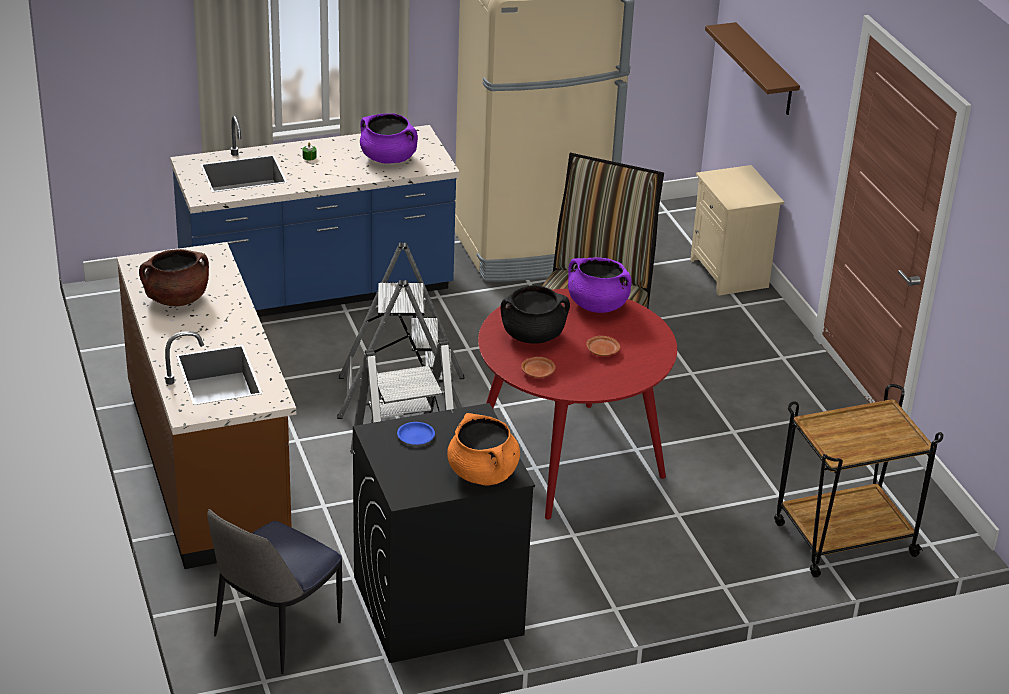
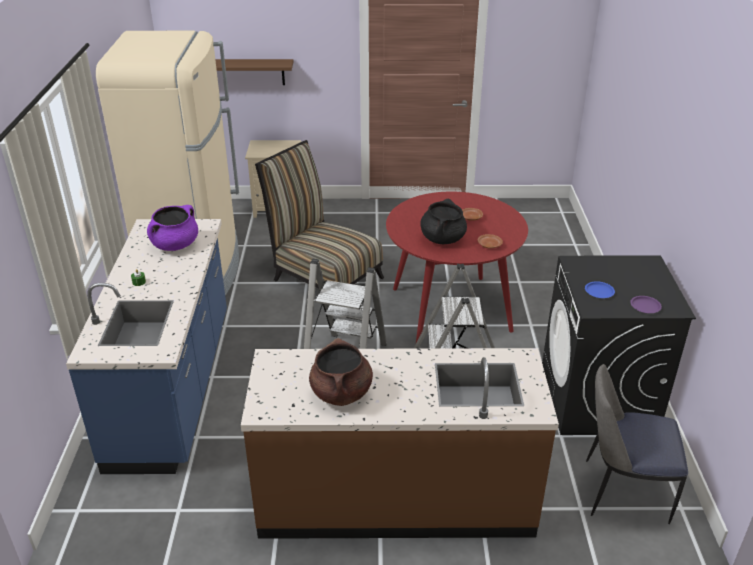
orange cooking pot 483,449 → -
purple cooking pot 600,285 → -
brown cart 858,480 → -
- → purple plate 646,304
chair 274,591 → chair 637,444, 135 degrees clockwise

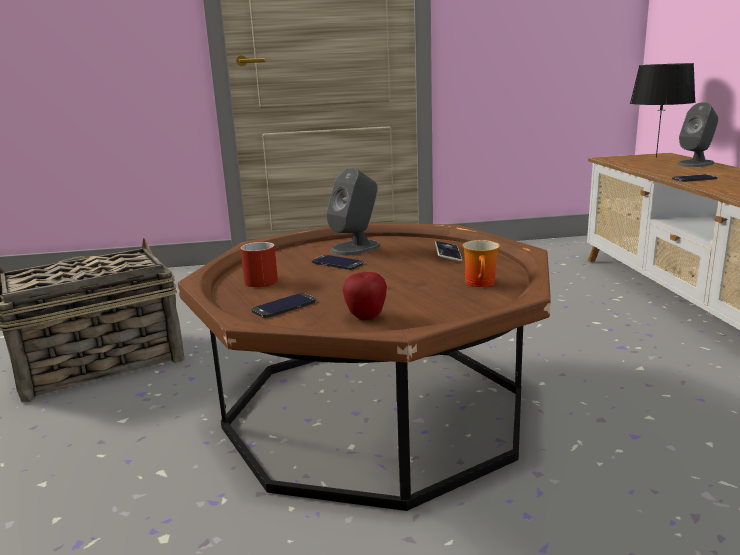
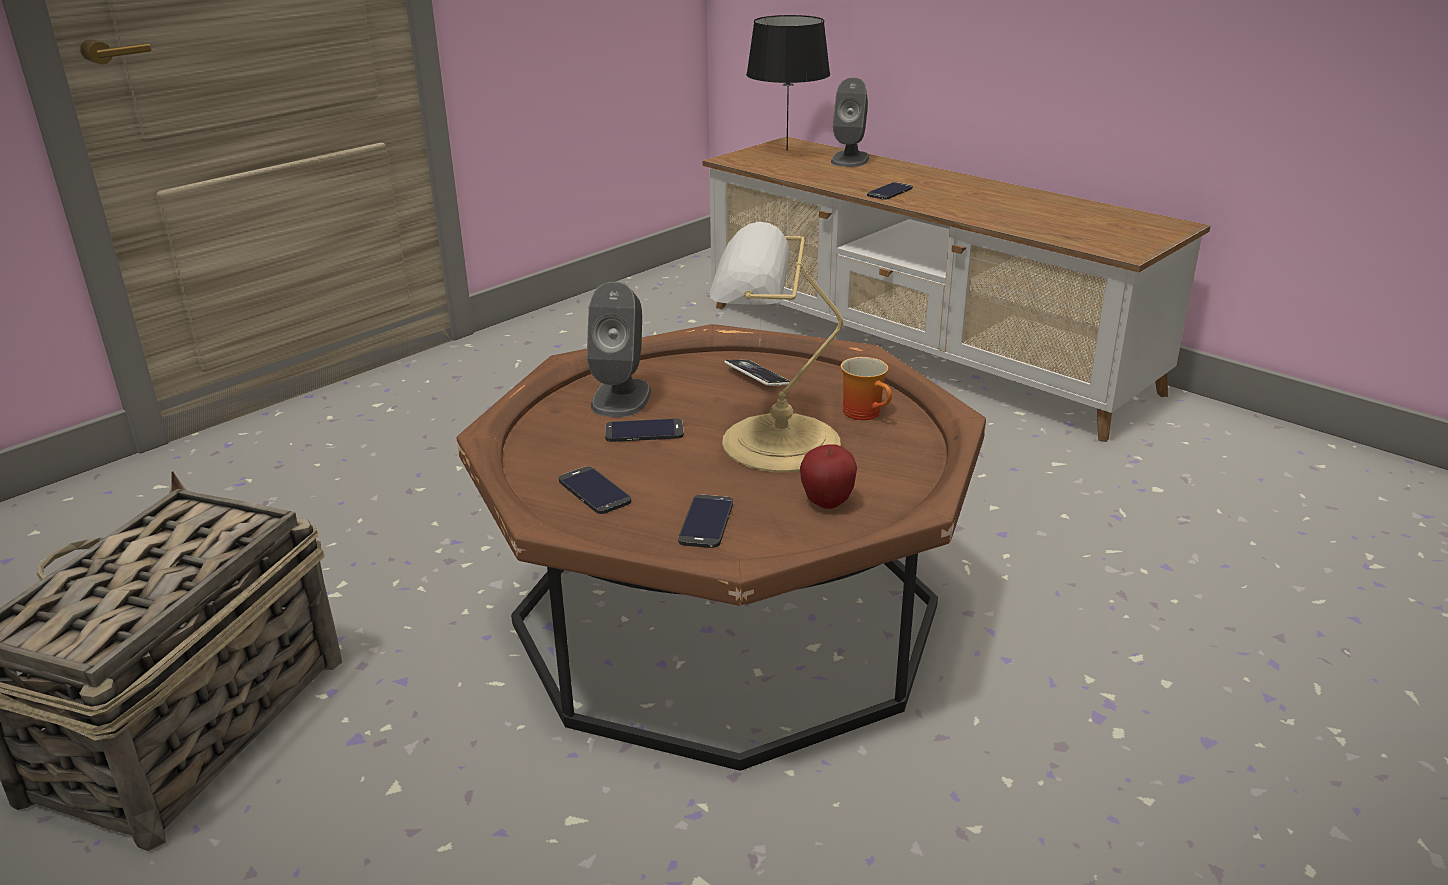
- → table lamp 776,347
red mug 259,264 → phone 595,490

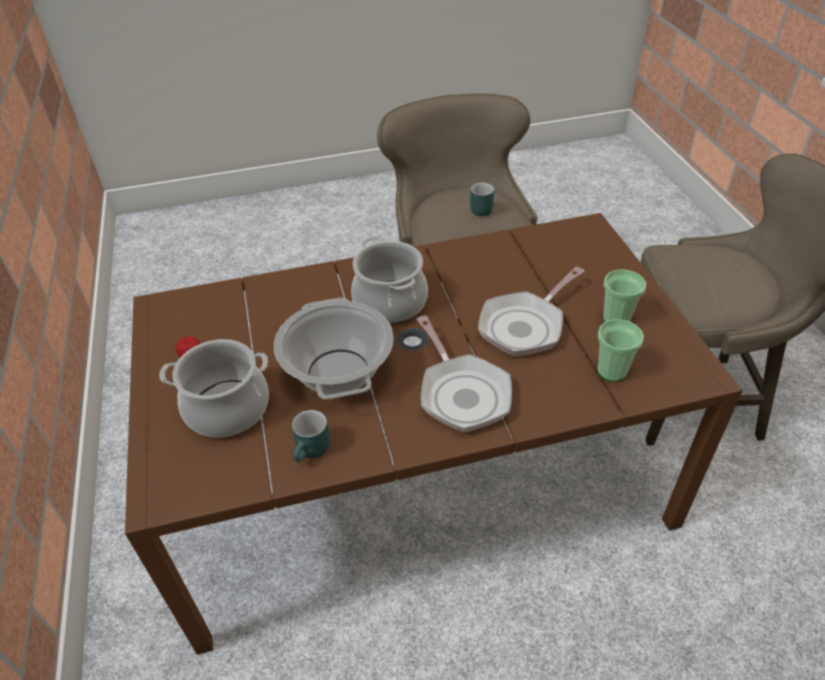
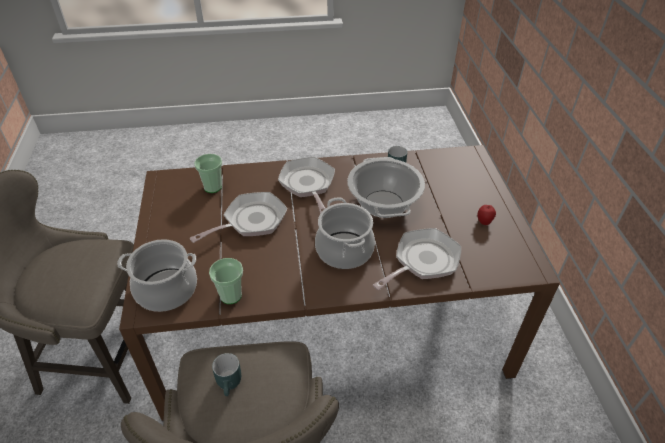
- → frying pan 417,259
cooking pot 214,388 → cooking pot 157,275, moved
cup 624,295 → cup 226,281, moved

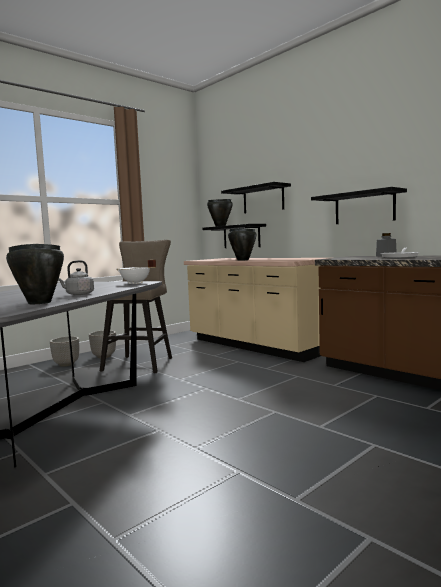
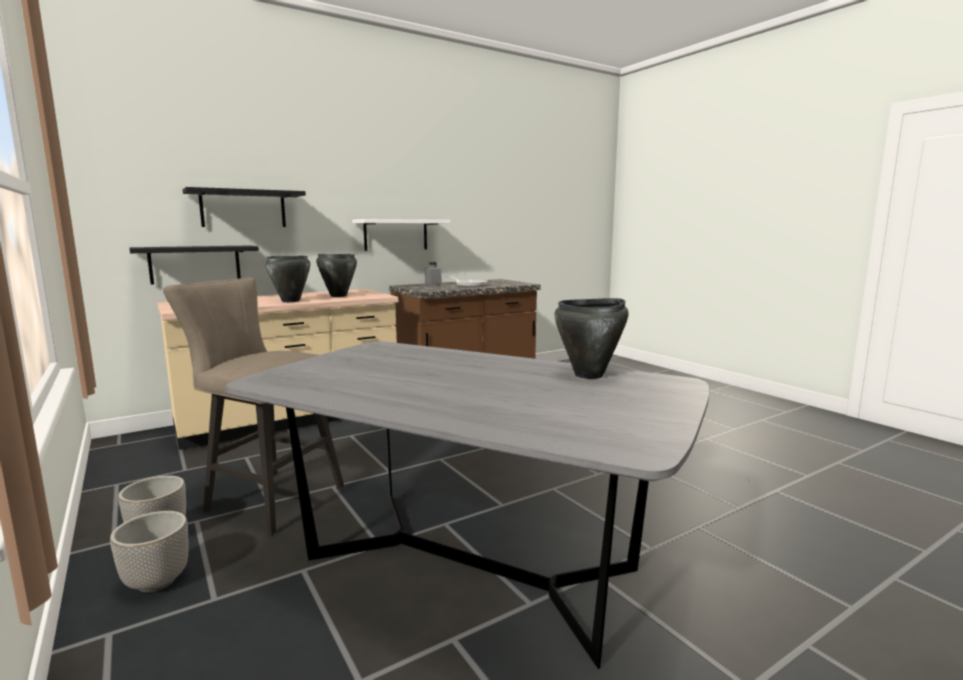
grey kettle 76,277 → -
white cooking pot 136,272 → -
black cooking pot 220,212 → black cooking pot 336,275, moved
black shelf 359,205 → white shelf 401,235

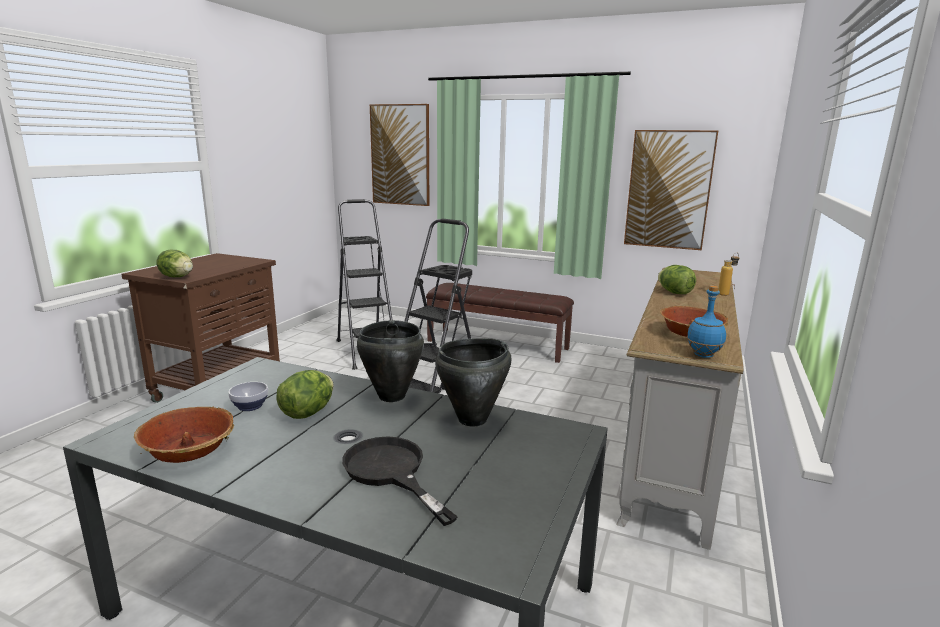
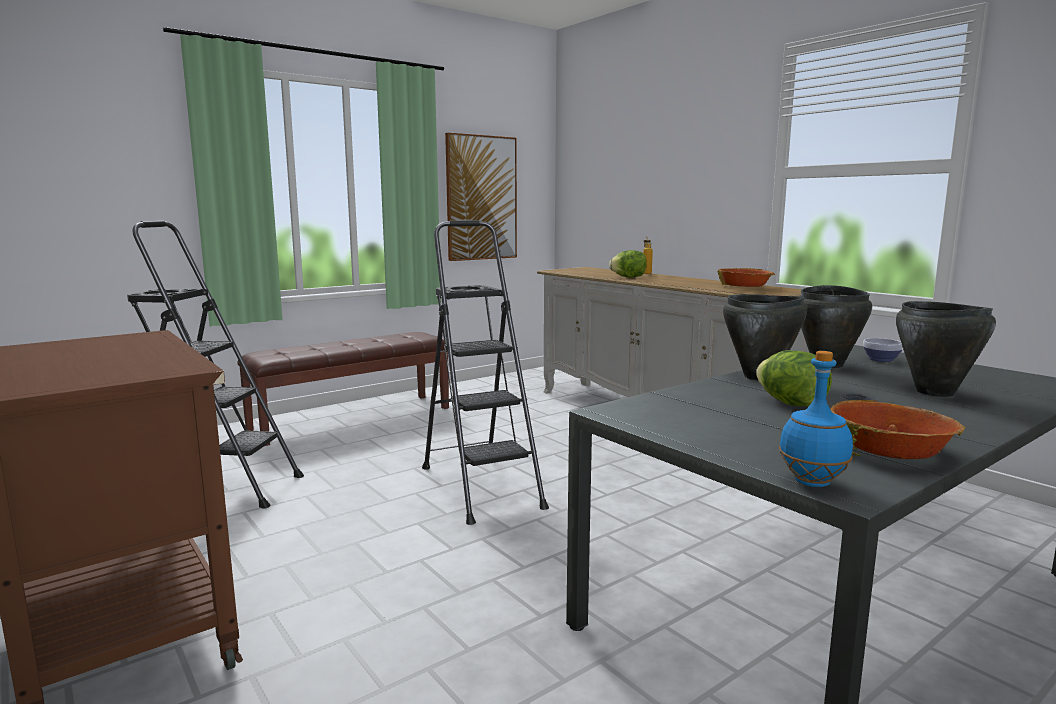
lettuce 174,263 → -
picture 399,155 → -
bowl 248,396 → bowl 883,350, moved
blue bottle 706,322 → blue bottle 816,419, moved
black frying pan 400,481 → black cooking pot 946,349

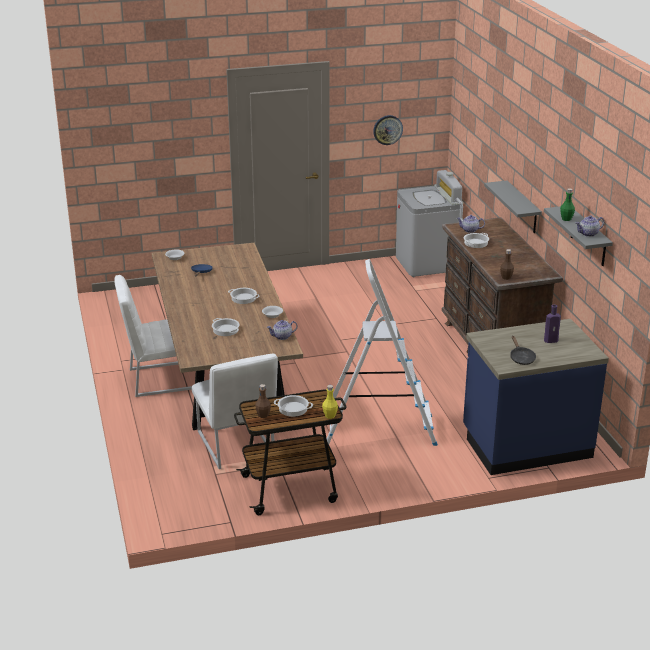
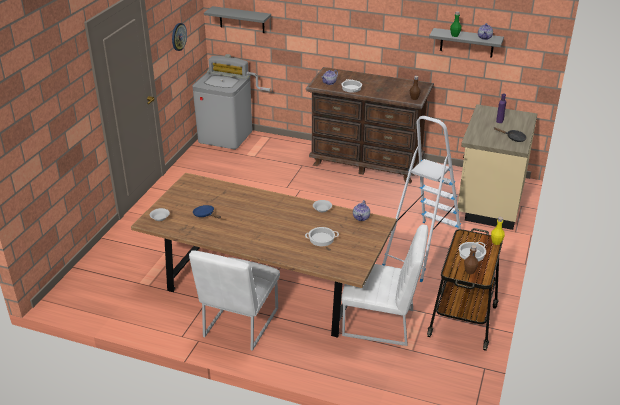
cooking pot 244,296 → -
grey shelf 513,206 → grey shelf 237,19, moved
blue counter 536,397 → beige counter 497,167

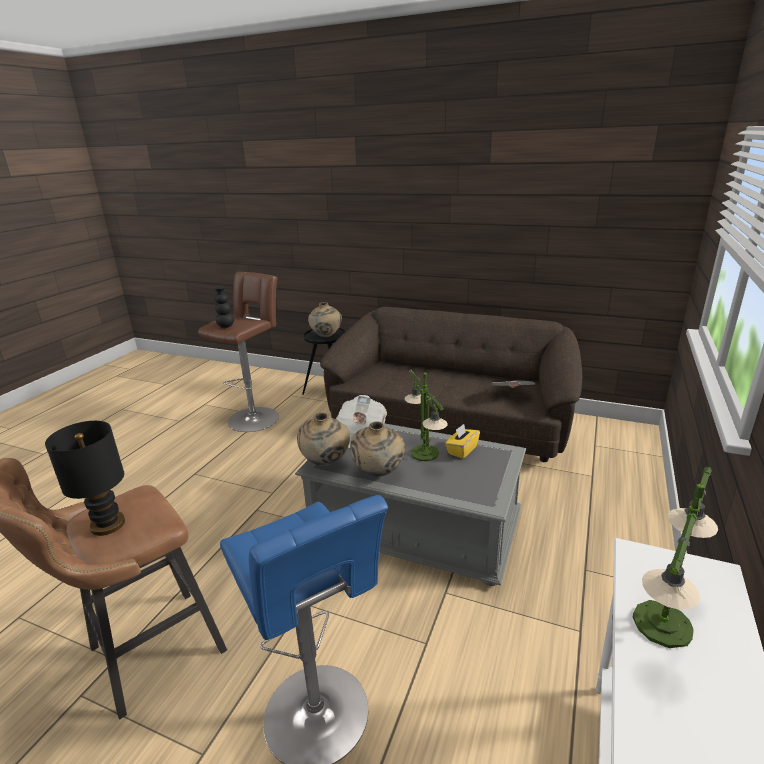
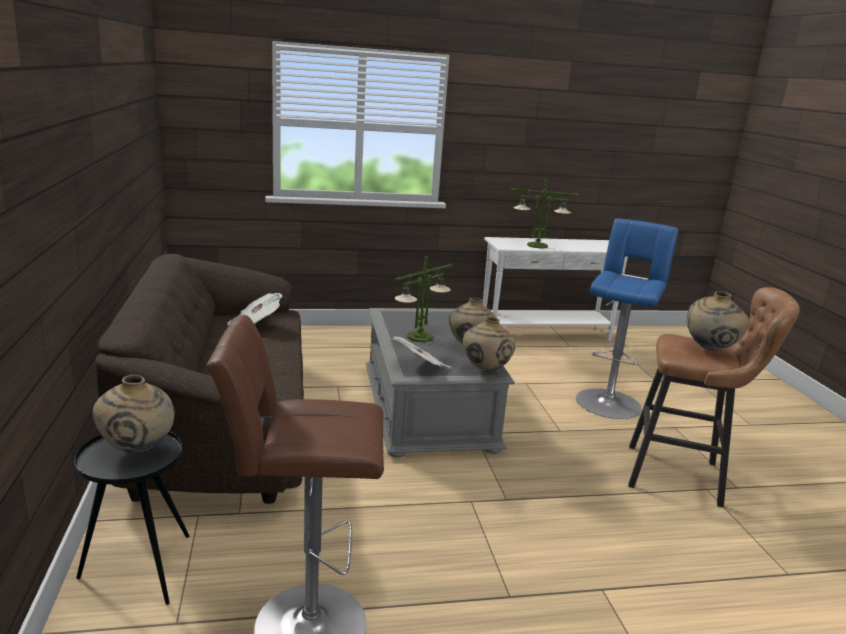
black vase 224,307 → -
yellow tissue box 462,441 → -
black table lamp 85,478 → beige vase 718,321

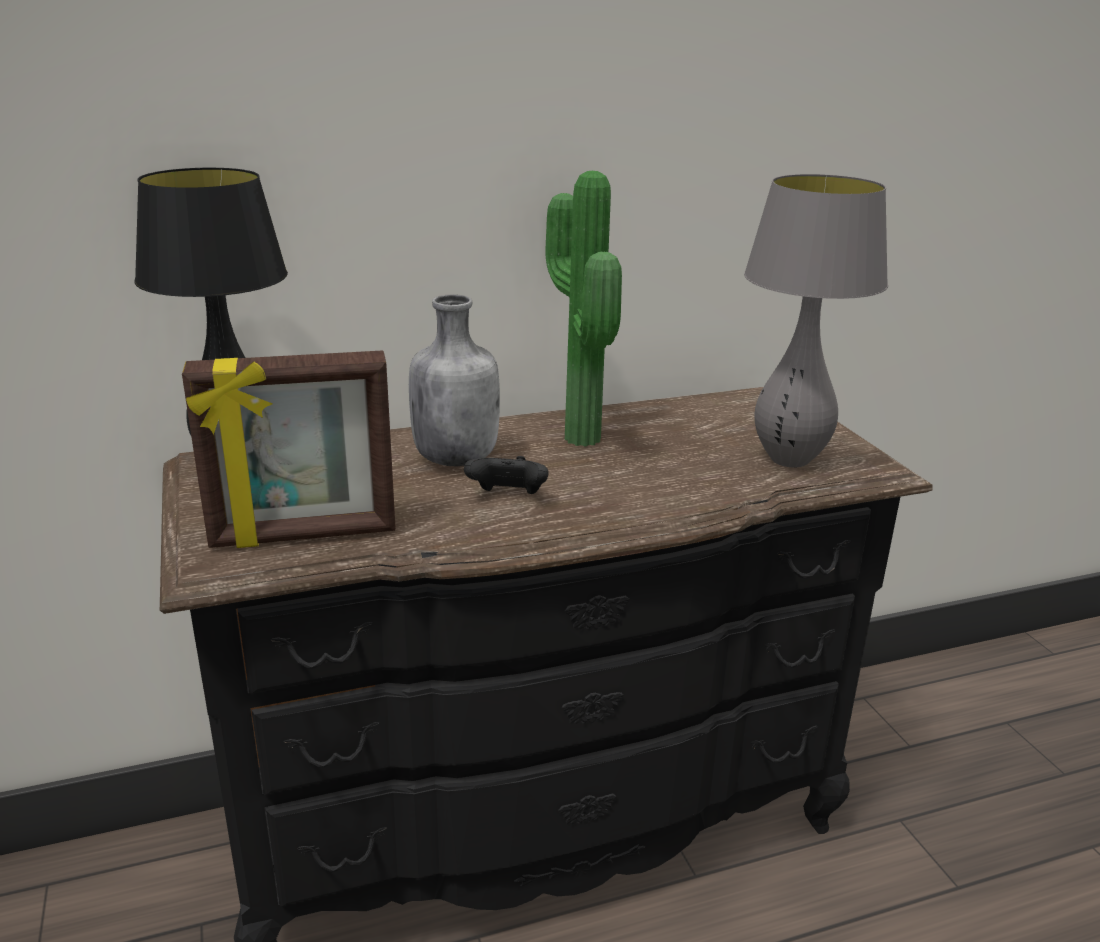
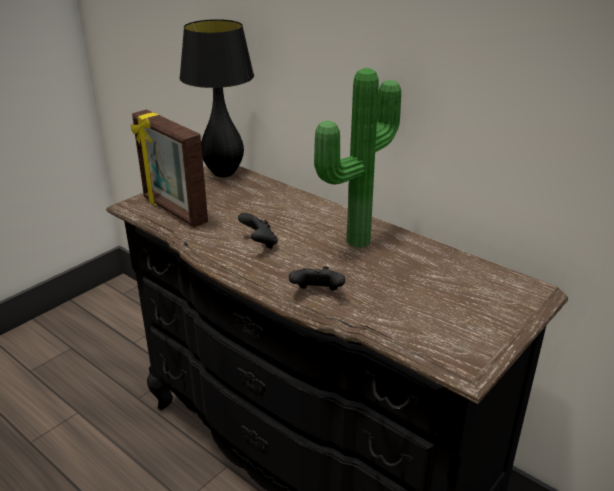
grey bottle 454,380 → -
grey table lamp 816,320 → -
- → black game controller 317,278

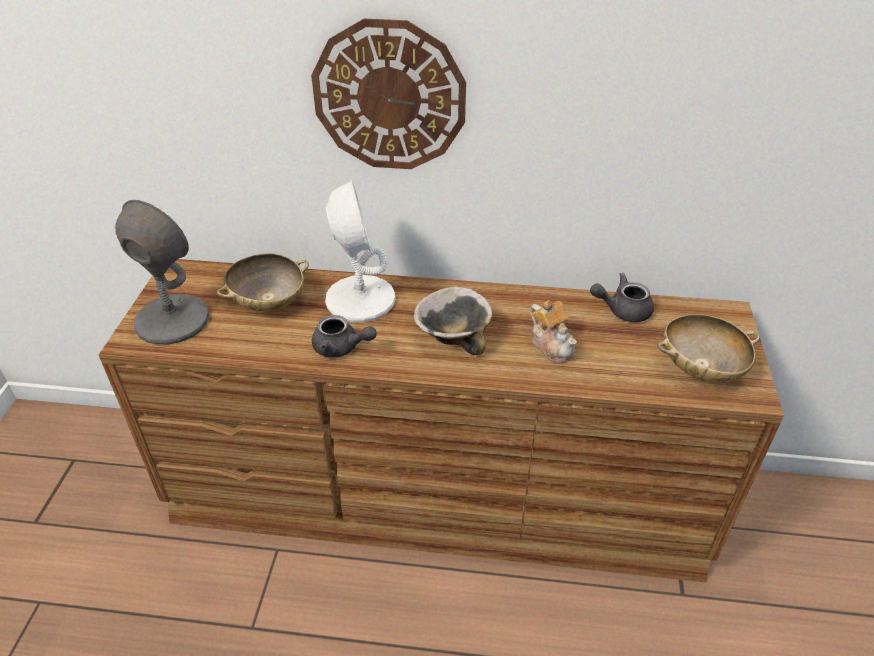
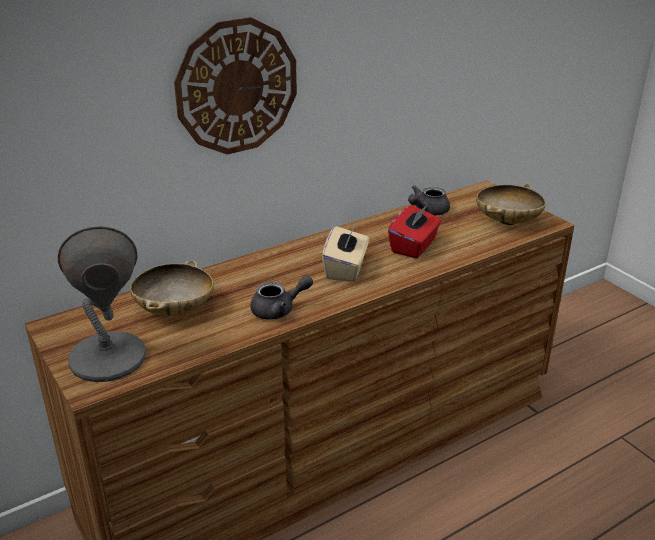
white table lamp 360,251 → -
bowl 453,321 → beige tissue box 345,254
teapot 553,332 → red tissue box 414,231

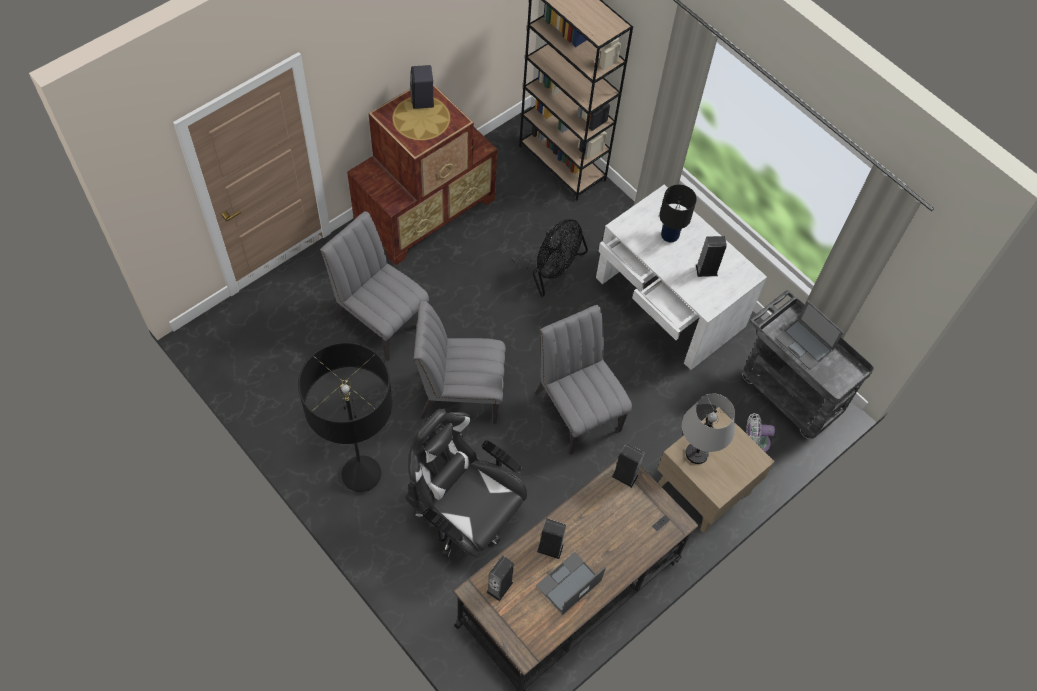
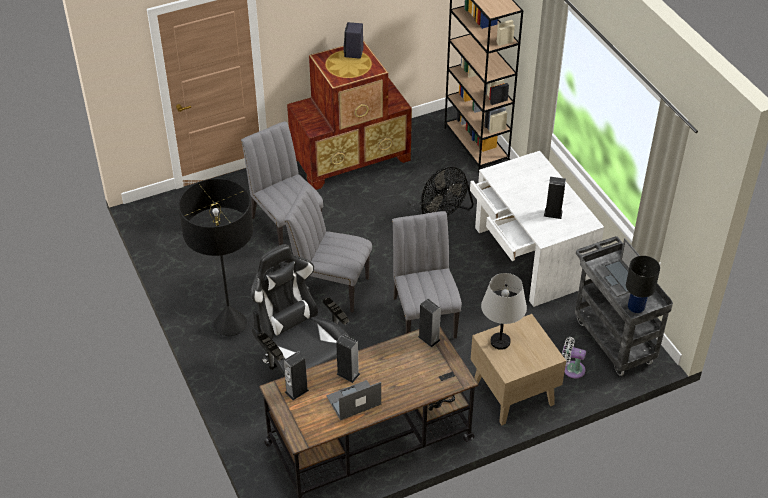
black table lamp 678,213 → black table lamp 643,284, moved

